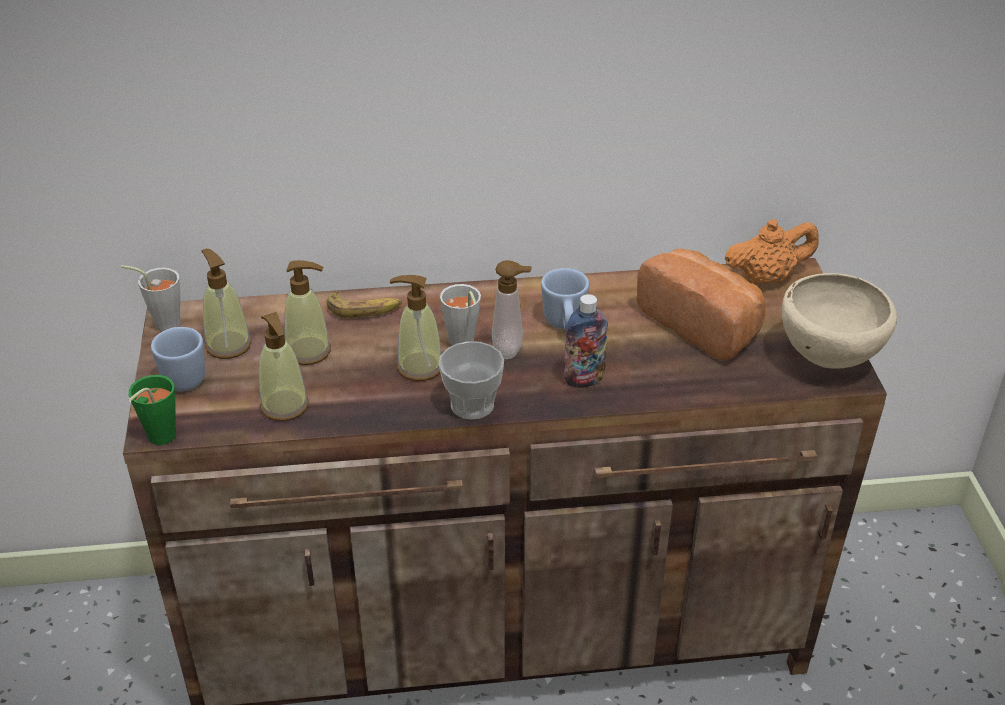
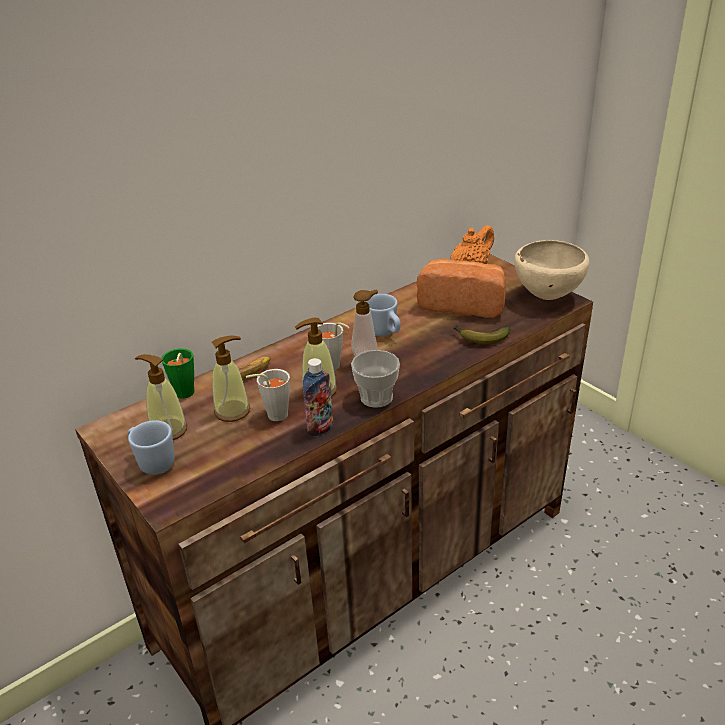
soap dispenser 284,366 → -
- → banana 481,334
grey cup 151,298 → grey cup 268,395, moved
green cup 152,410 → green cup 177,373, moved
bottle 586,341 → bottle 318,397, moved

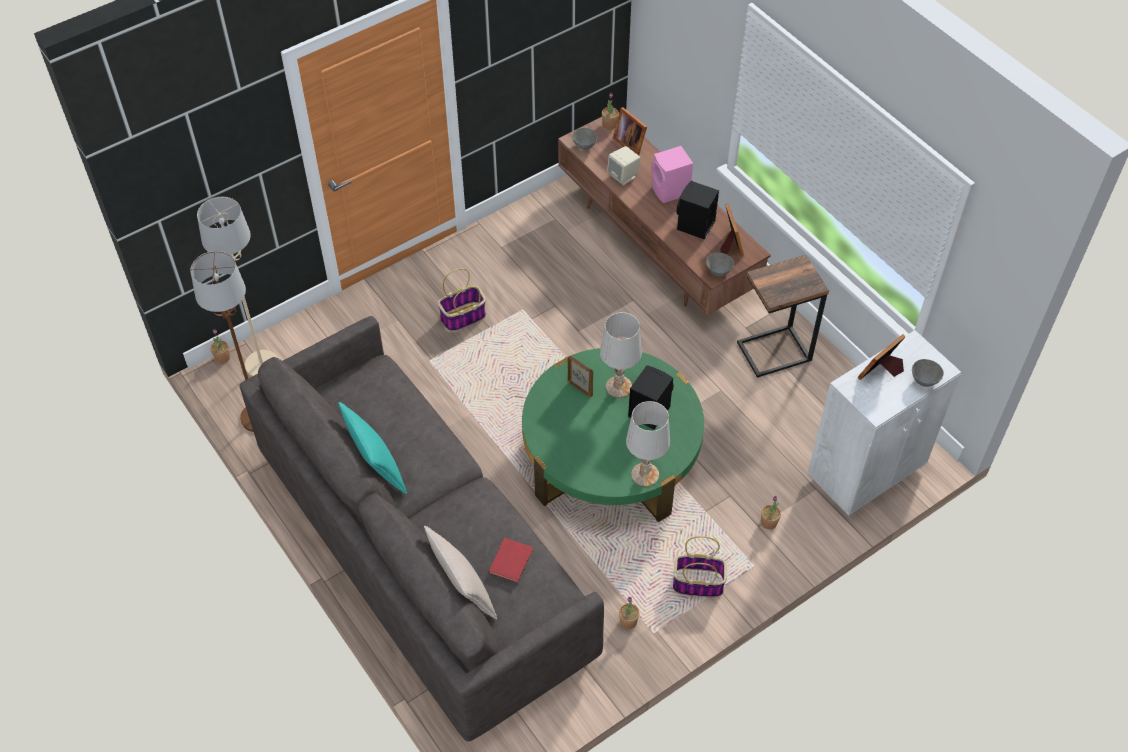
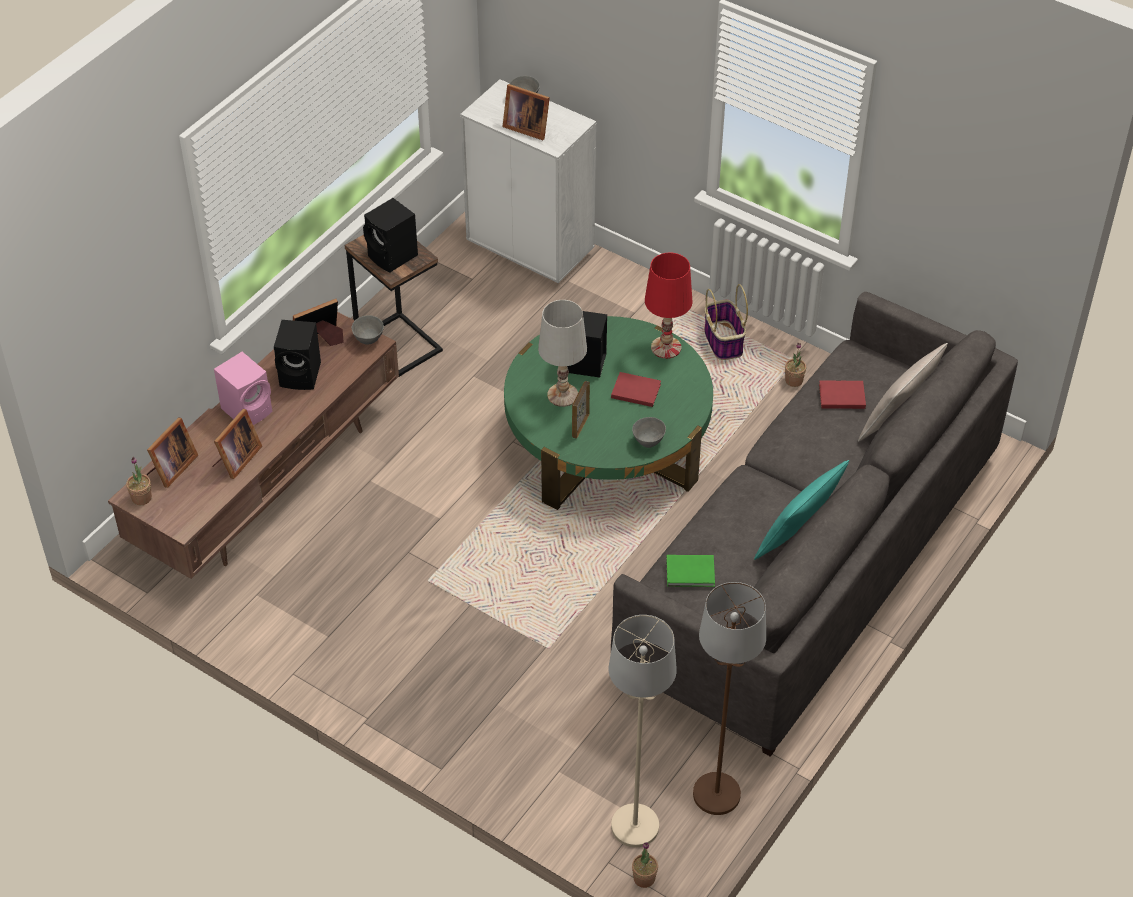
basket 462,299 → -
potted plant 771,513 → -
- → black speaker 390,235
- → red book 636,389
- → green book 690,571
grey bowl 584,139 → grey bowl 649,432, moved
beige speaker 623,165 → picture frame 237,444
white table lamp 648,444 → red table lamp 668,306

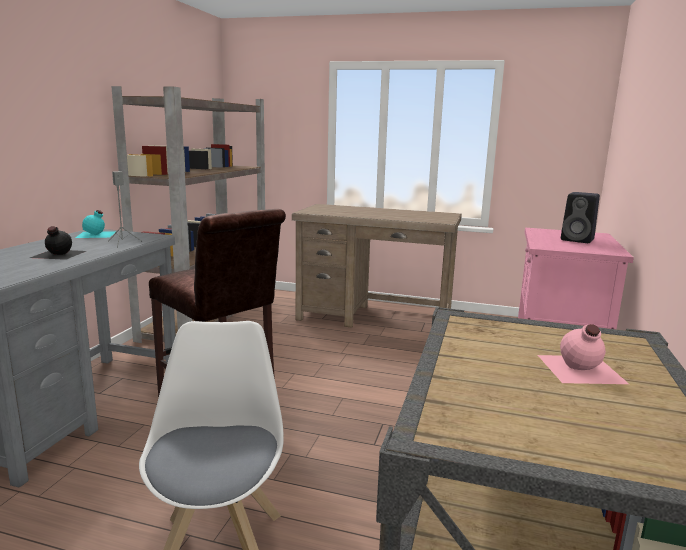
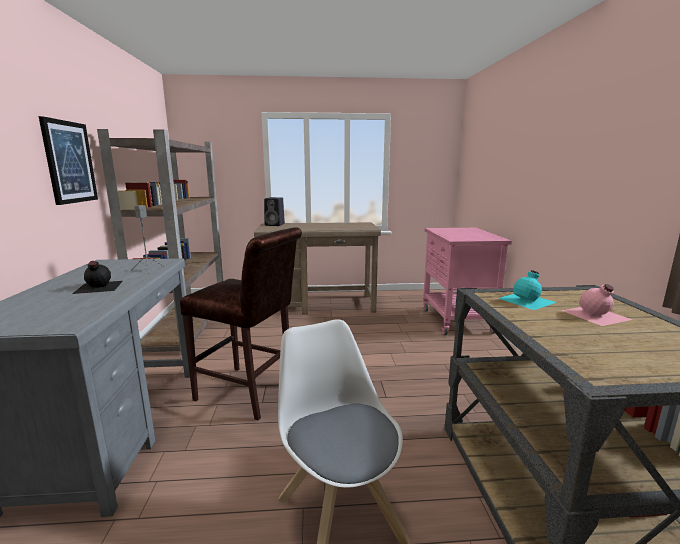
- → picture 68,160
turquoise bottle 95,224 → turquoise bottle 527,290, moved
black speaker 580,217 → black speaker 274,211, moved

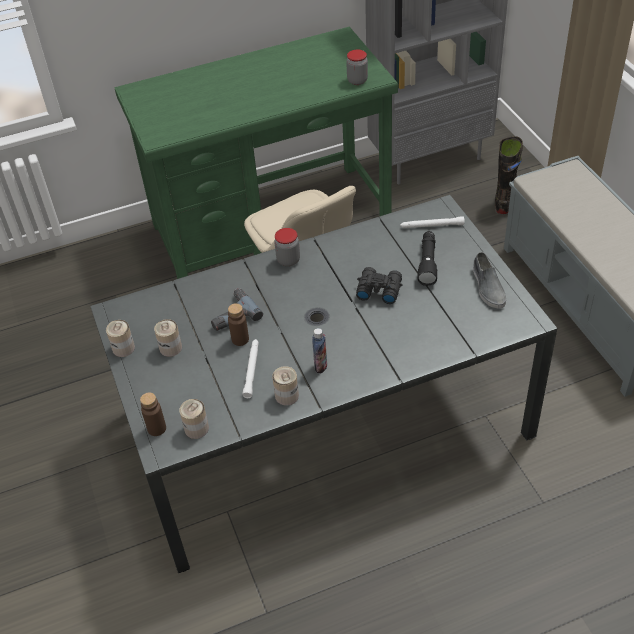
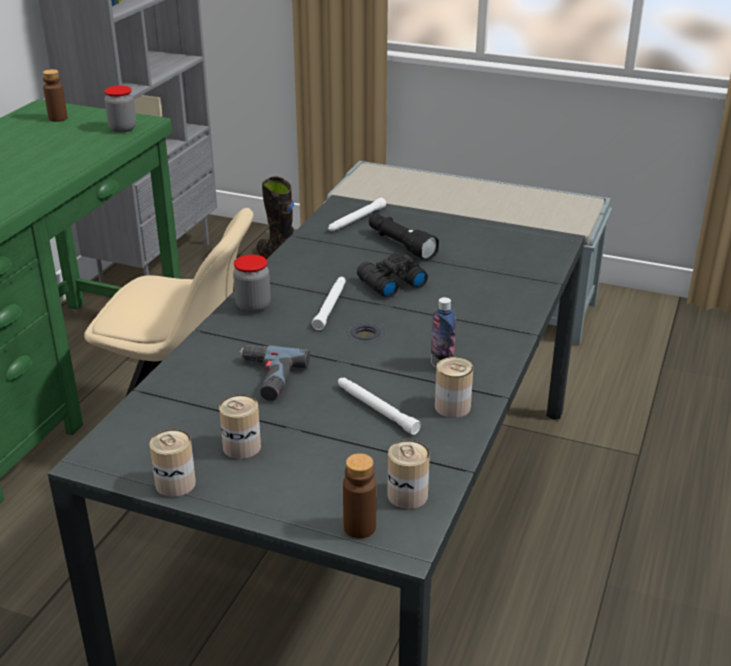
grey shoe 489,280 → -
- → white flashlight 329,303
brown bottle 238,324 → brown bottle 55,95, moved

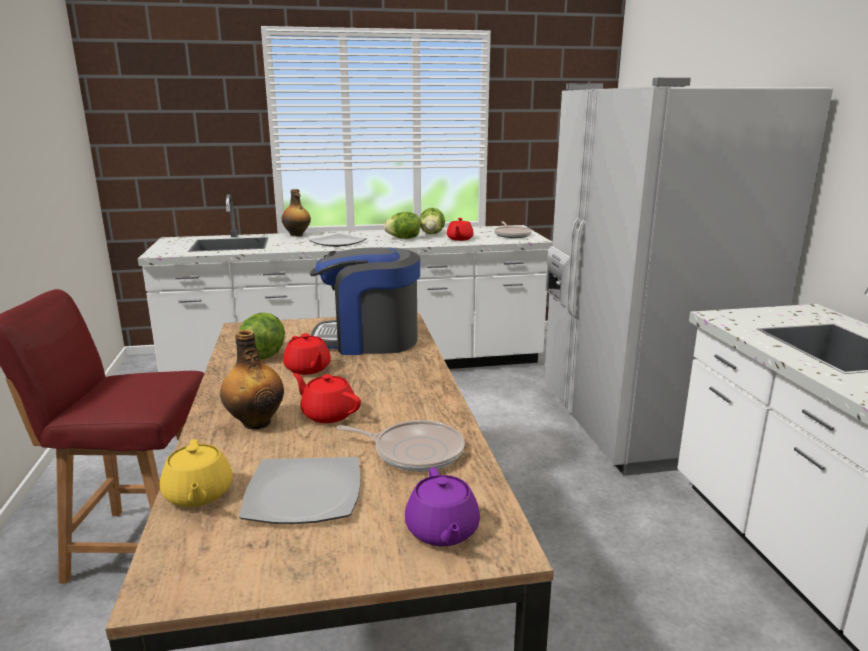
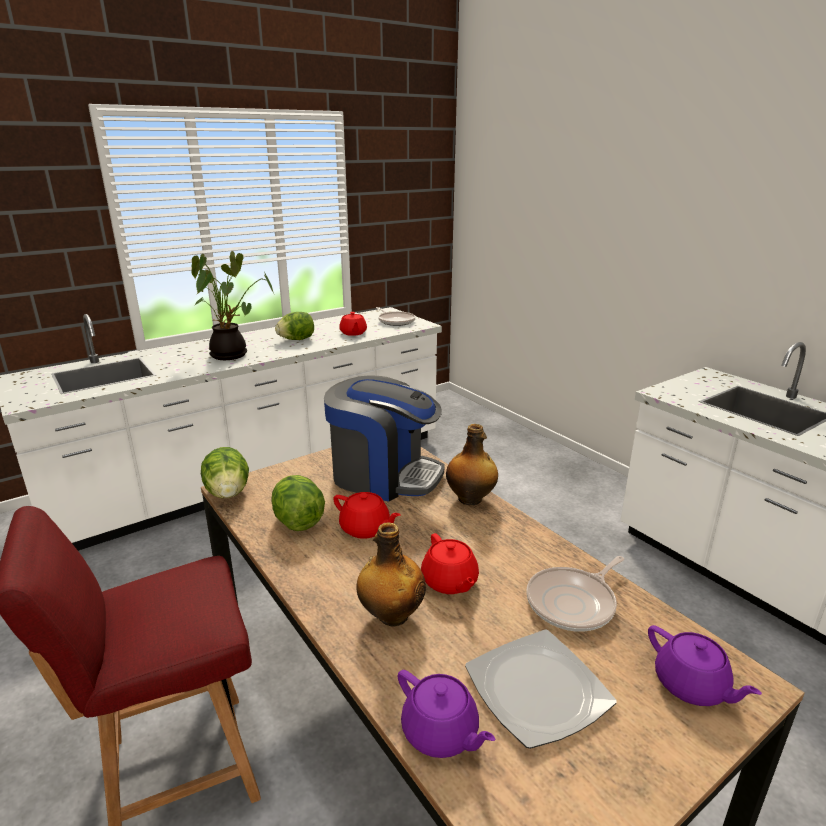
white fridge 688,276 → -
bottle 296,212 → bottle 472,464, moved
lettuce 432,221 → lettuce 225,472, moved
plate 337,240 → potted plant 232,305
yellow teapot 196,473 → purple teapot 446,714
red teapot 327,398 → red teapot 450,563, 120 degrees counterclockwise
coffee machine 365,301 → coffee machine 384,438, 135 degrees counterclockwise
frying pan 400,446 → frying pan 575,594, 150 degrees clockwise

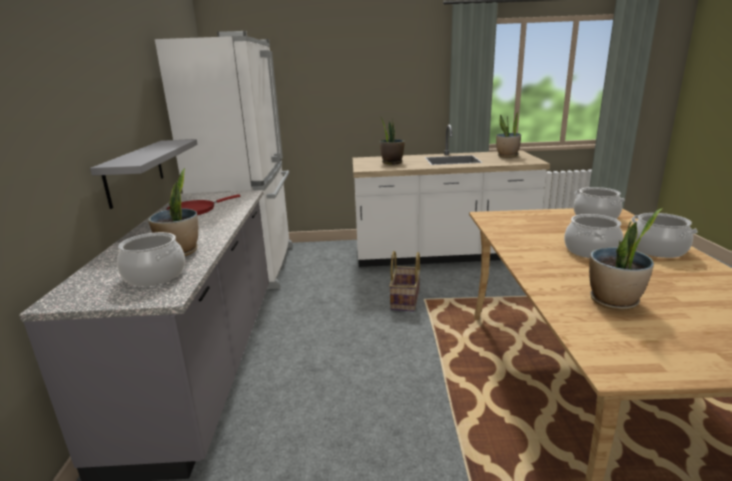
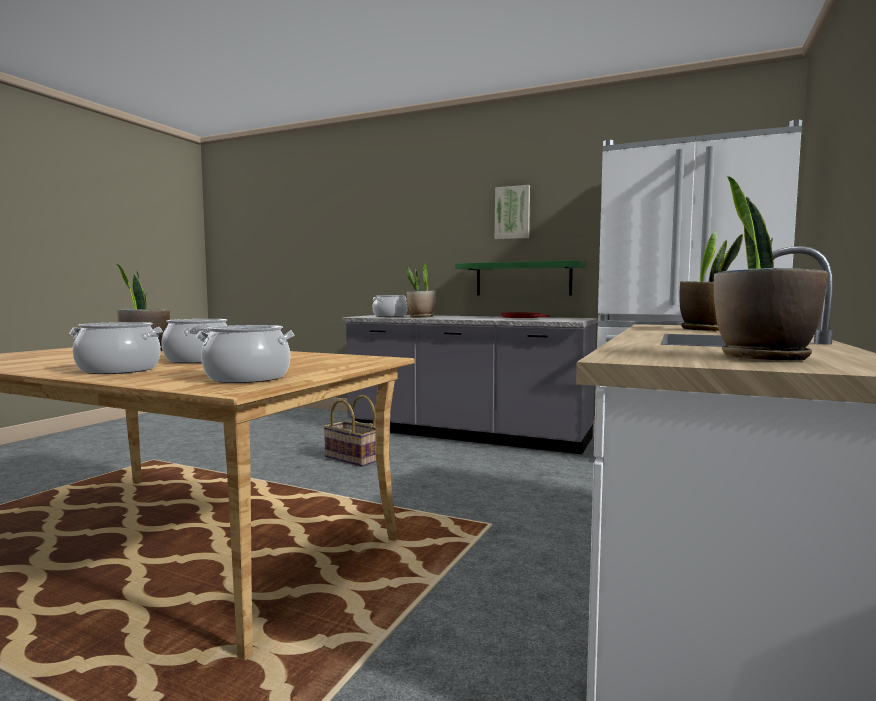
- → picture 512,212
basket 404,281 → basket 349,431, moved
grey shelf 144,174 → green shelf 520,278

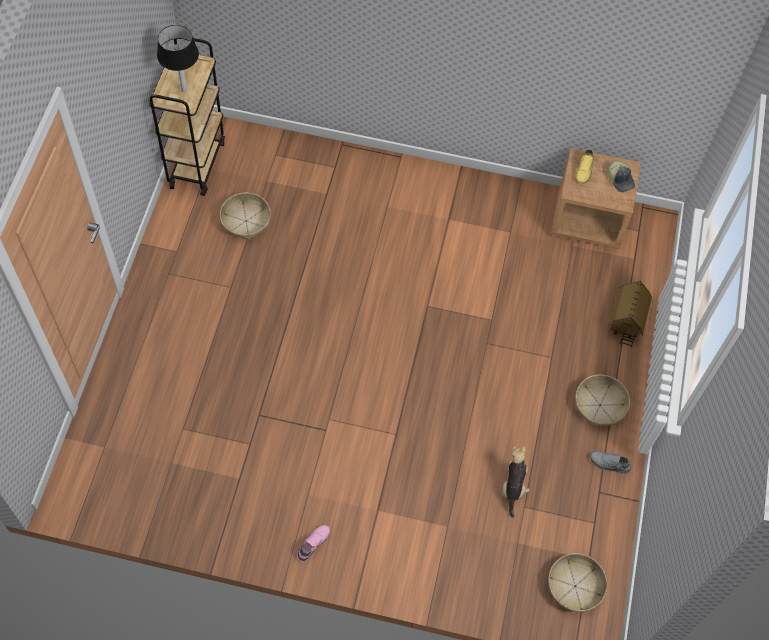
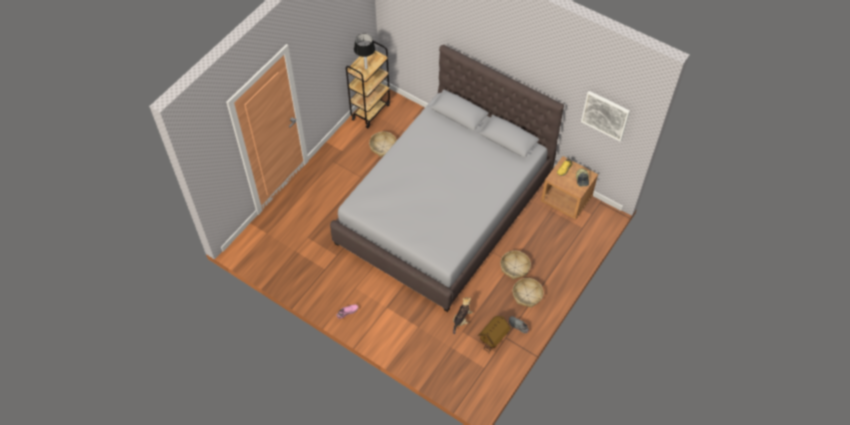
- → grey bed 447,178
- → picture 605,116
basket 577,583 → basket 515,265, moved
toy house 630,314 → toy house 494,334, moved

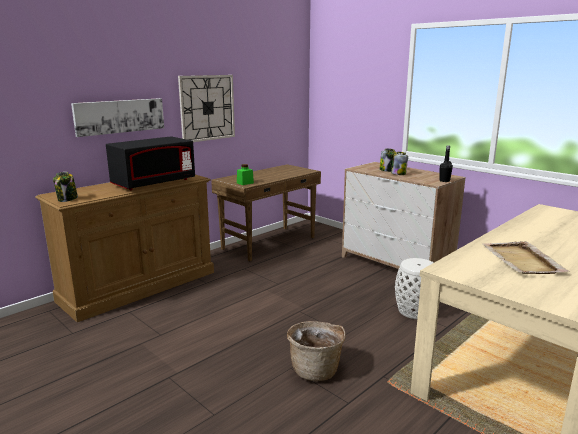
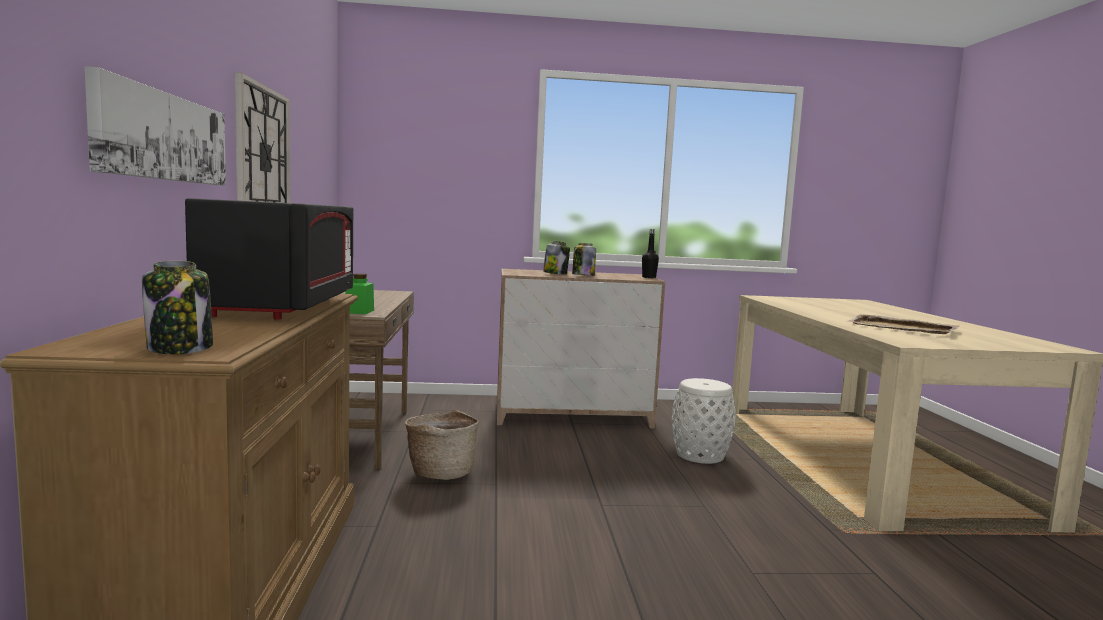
basket 316,351 → basket 442,445, moved

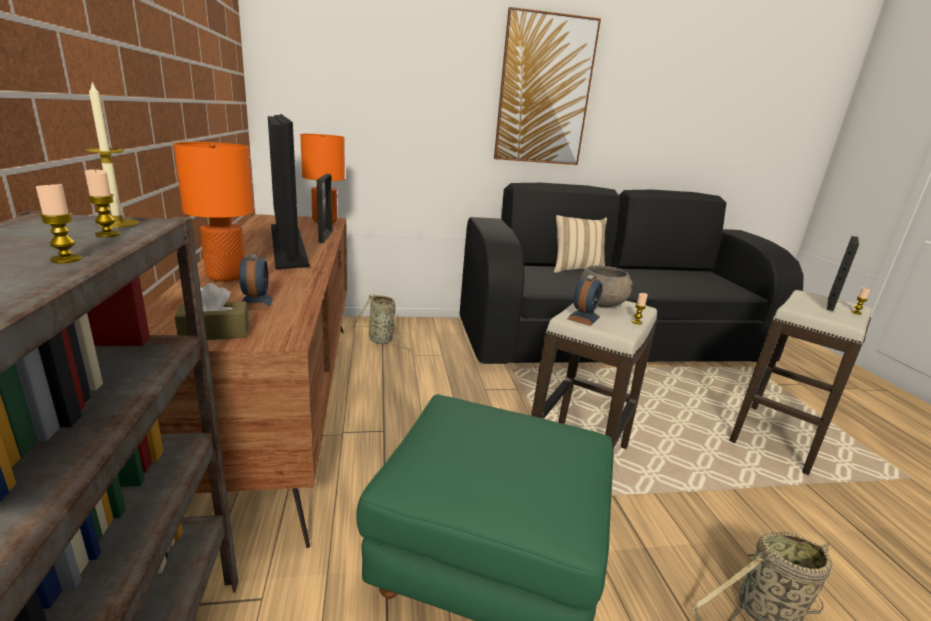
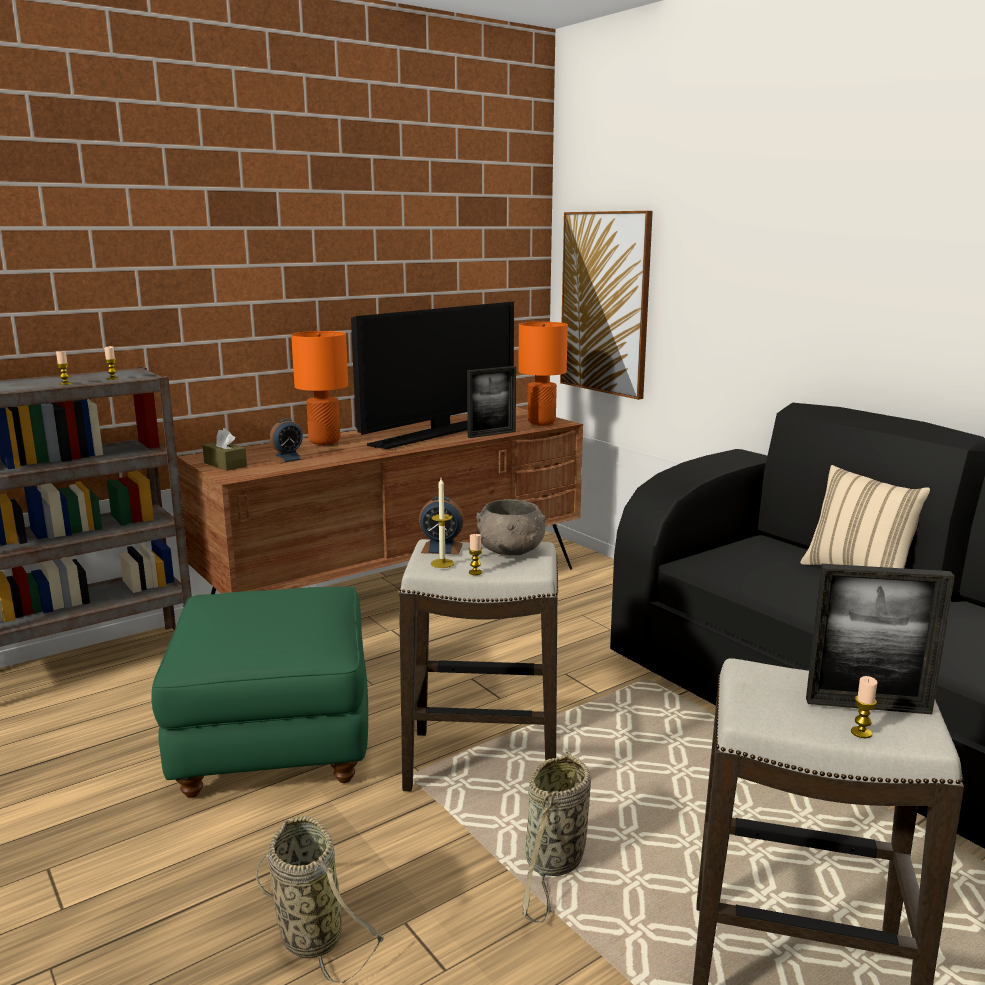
candle 112,155 → candle 442,523, moved
basket 381,322 → basket 556,836, moved
picture 547,86 → picture 606,305, moved

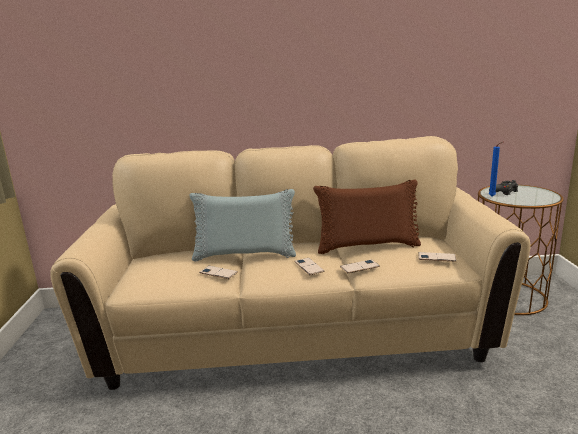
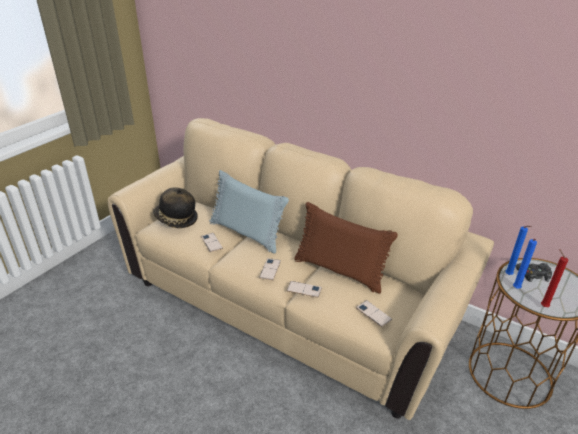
- → hat 175,207
- → blue candle 525,264
- → red candle 554,278

